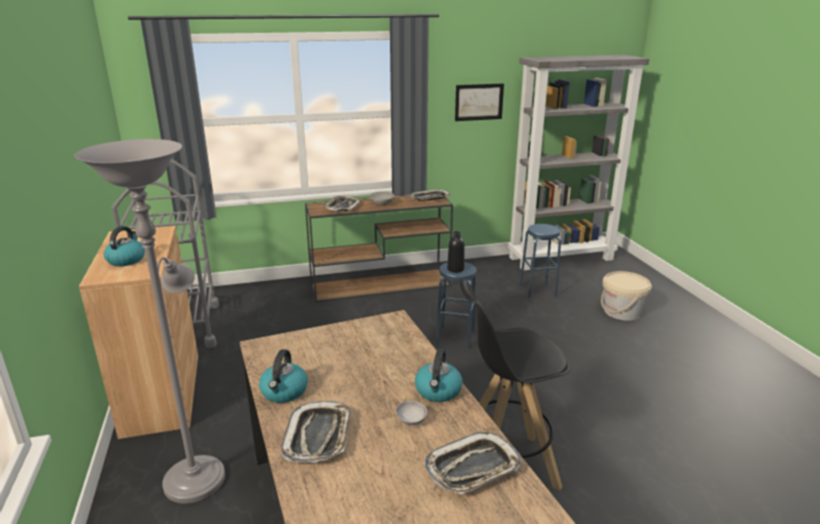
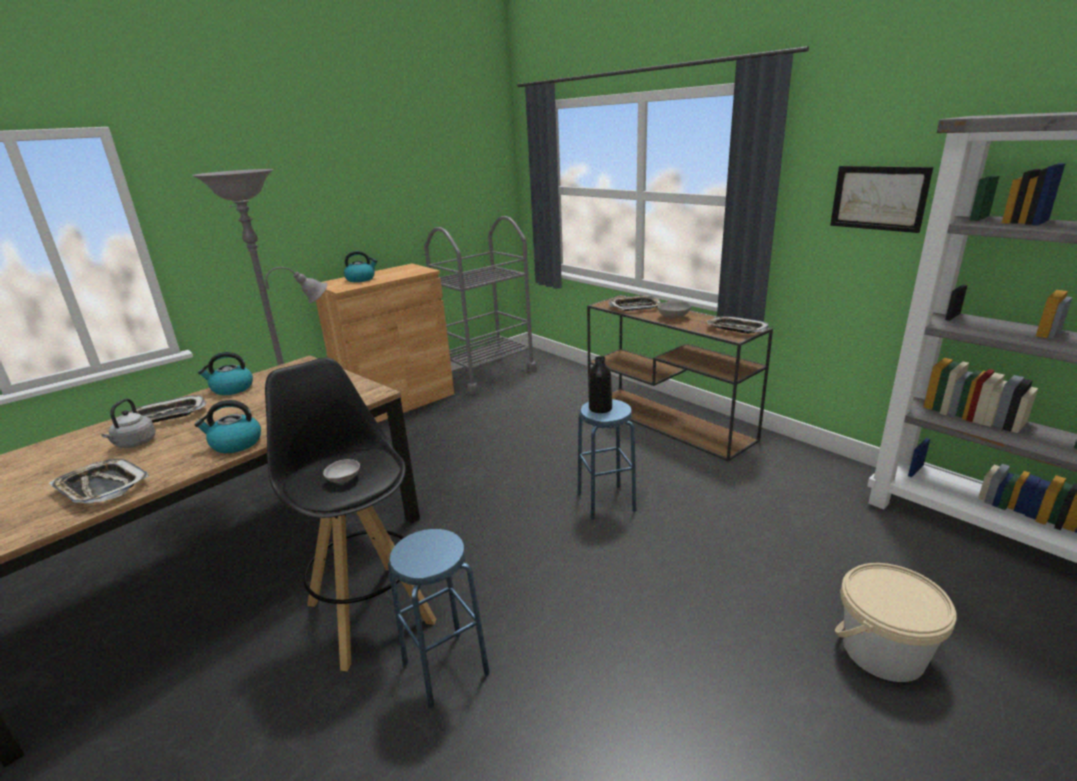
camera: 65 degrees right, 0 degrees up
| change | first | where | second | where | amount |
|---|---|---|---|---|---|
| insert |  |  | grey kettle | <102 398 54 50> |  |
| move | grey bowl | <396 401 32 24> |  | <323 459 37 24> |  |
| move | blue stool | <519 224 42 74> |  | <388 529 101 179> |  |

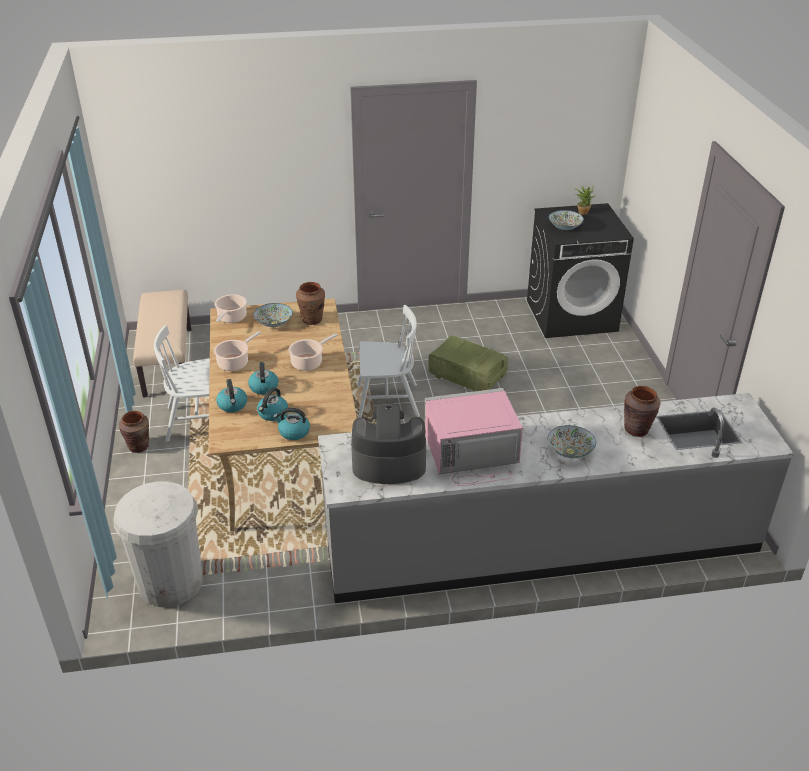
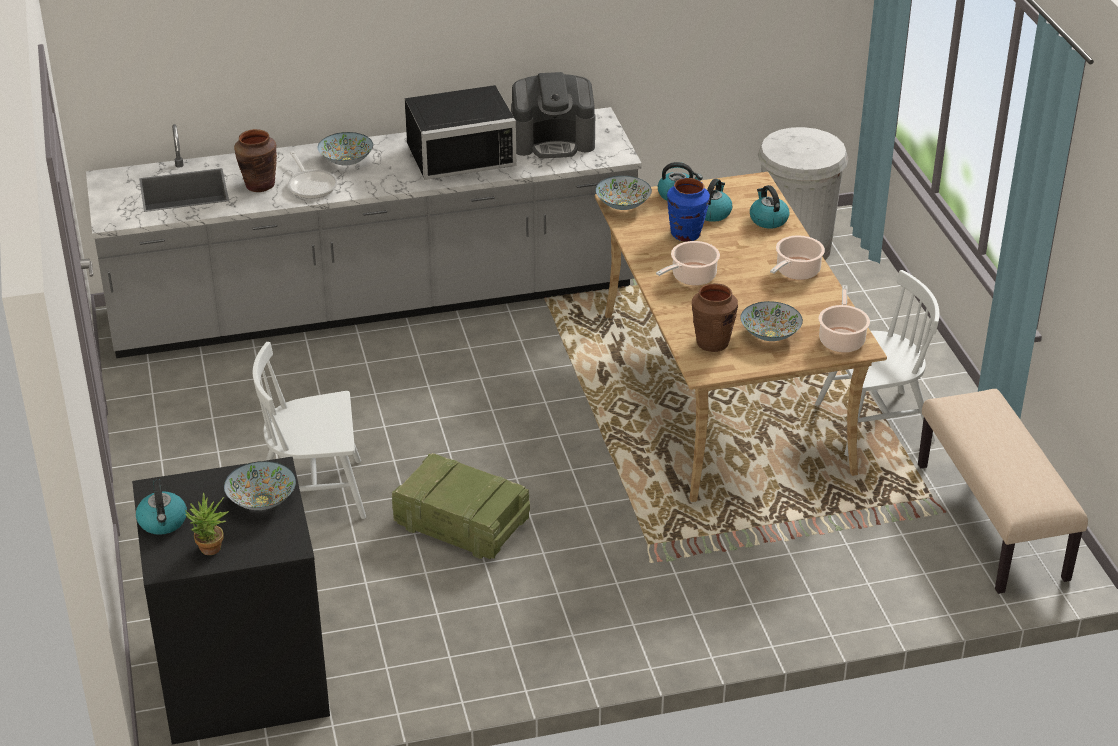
camera: 175 degrees right, 0 degrees up
| change | first | where | second | where | amount |
|---|---|---|---|---|---|
| delete | brown vase | <119 411 30 42> |  |  |  |
| insert |  |  | frying pan | <288 151 49 48> |  |
| insert |  |  | bowl | <595 176 57 34> |  |
| insert |  |  | blue vase | <667 178 43 64> |  |
| move | kettle | <248 362 30 33> |  | <136 480 51 55> |  |
| move | white chair | <357 305 63 113> |  | <253 342 113 177> |  |
| recolor | pink microwave | <424 388 99 98> | black microwave | <405 85 111 95> |  |

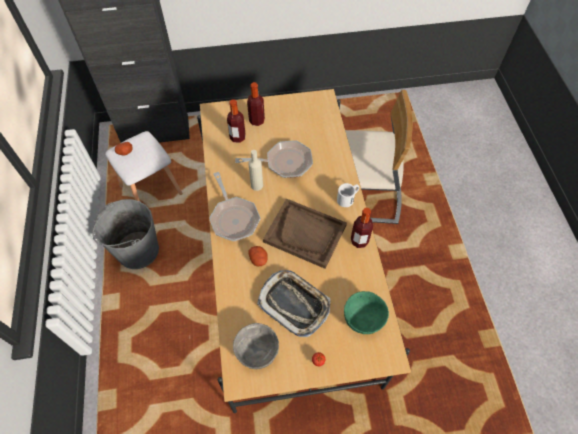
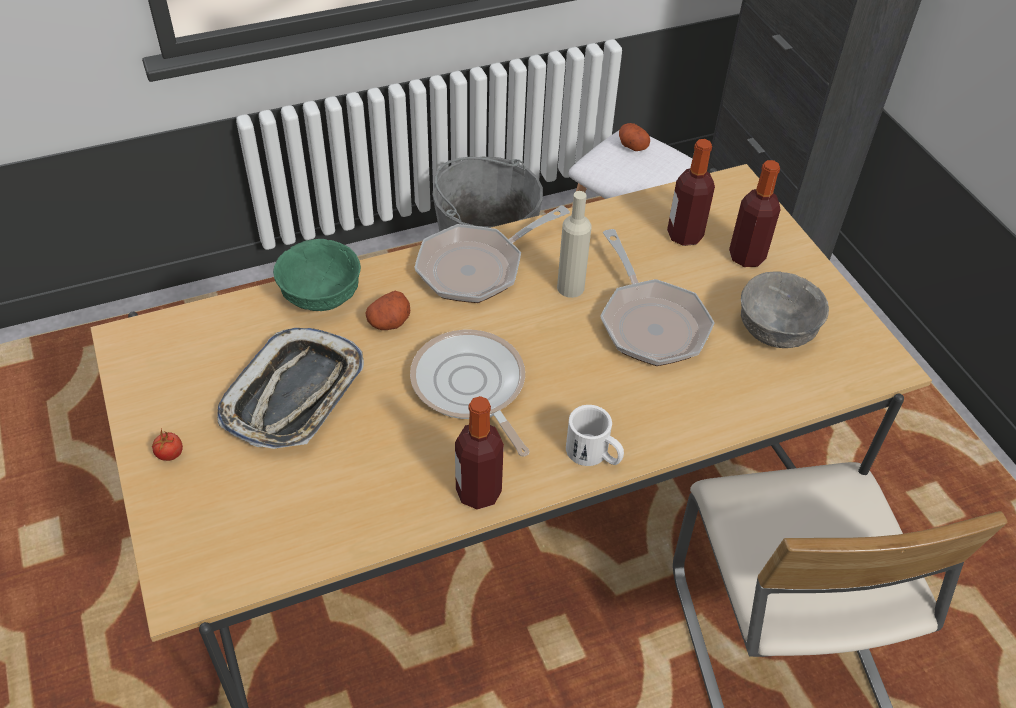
camera: 75 degrees right, 10 degrees down
| change | first | where | second | where | amount |
|---|---|---|---|---|---|
| move | grey bowl | <233 323 46 46> |  | <741 272 88 76> |  |
| move | green bowl | <344 291 45 43> |  | <273 239 88 72> |  |
| replace | brown tray | <263 198 84 71> | frying pan | <410 330 120 127> |  |

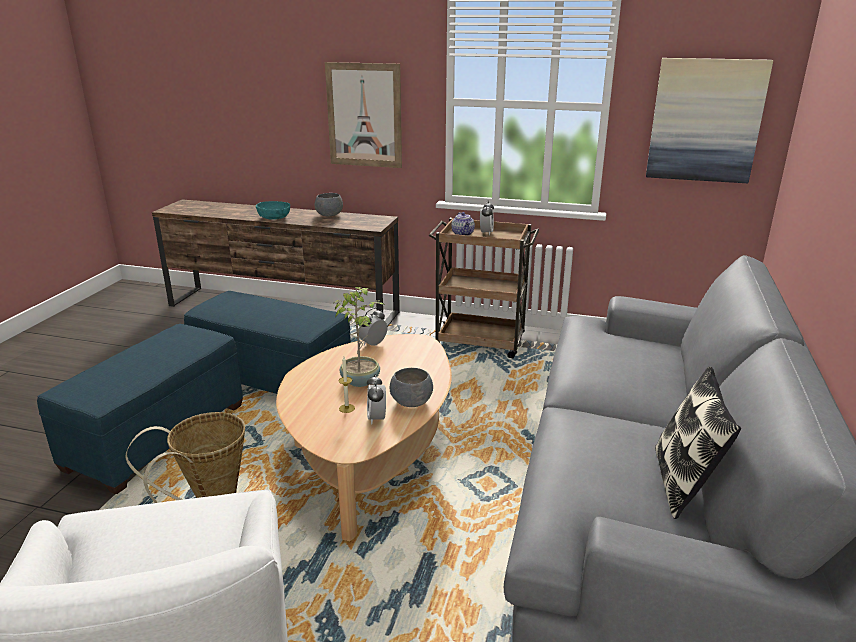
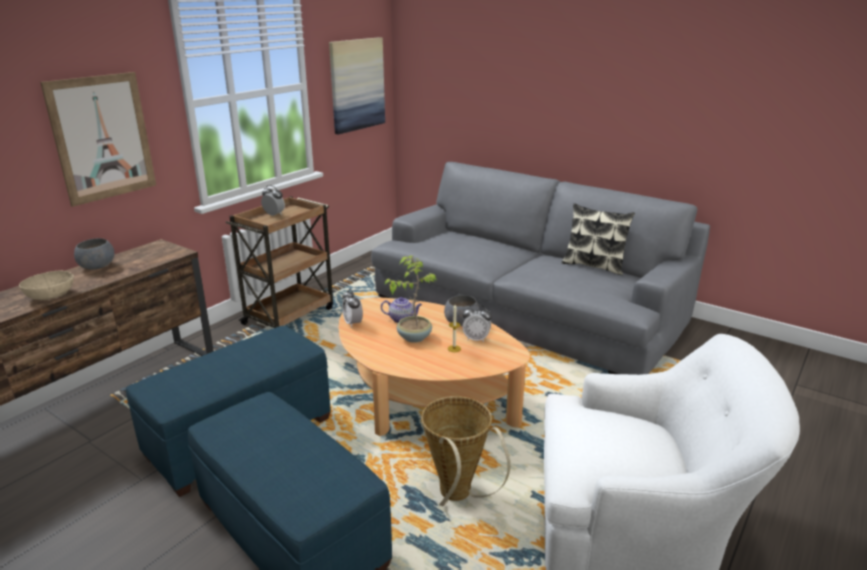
camera: 70 degrees left, 0 degrees up
| change | first | where | second | where | amount |
|---|---|---|---|---|---|
| move | teapot | <451 212 24 23> |  | <381 297 41 26> |  |
| recolor | turquoise bowl | <256 201 34 19> | beige bowl | <19 271 55 29> |  |

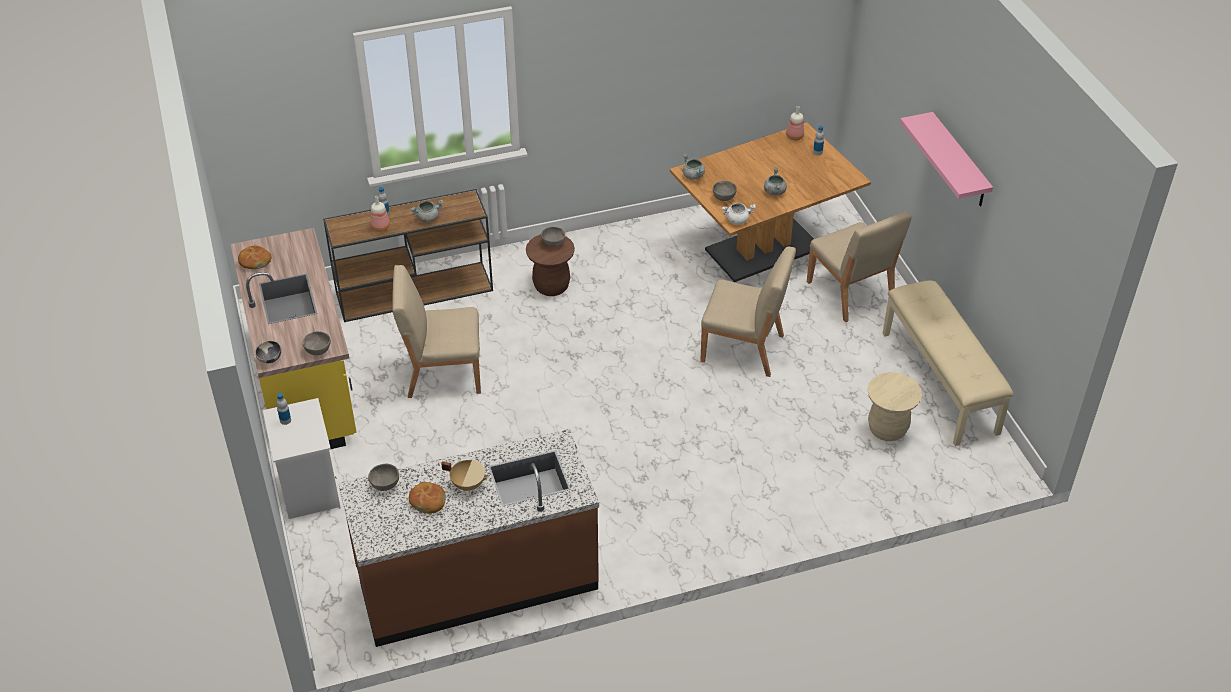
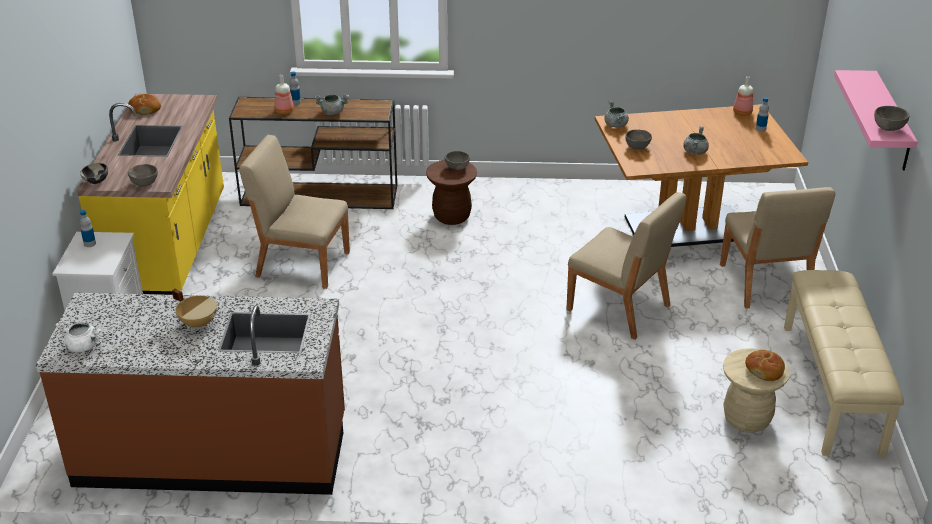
camera: 20 degrees right, 10 degrees down
| change | first | where | second | where | amount |
|---|---|---|---|---|---|
| move | grey bowl | <368 464 31 27> |  | <874 106 35 25> |  |
| move | bread | <409 482 37 32> |  | <745 350 40 31> |  |
| move | white cooking pot | <722 203 34 22> |  | <55 322 46 30> |  |

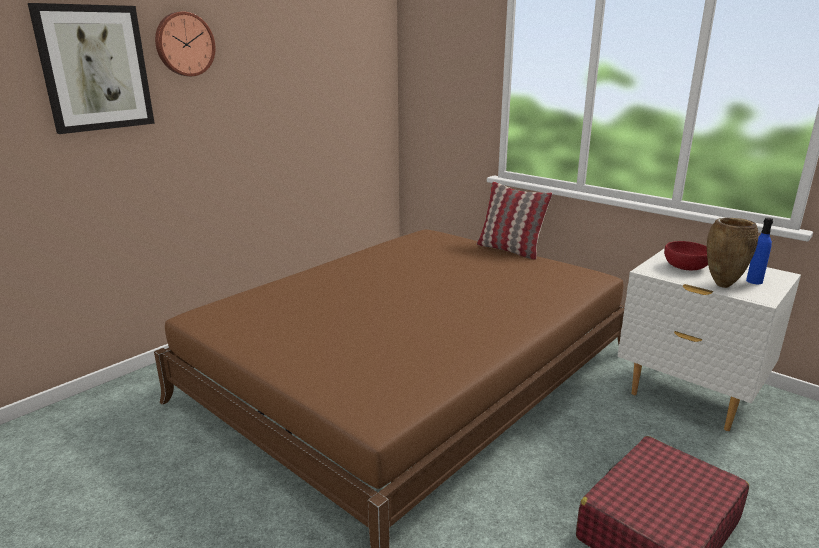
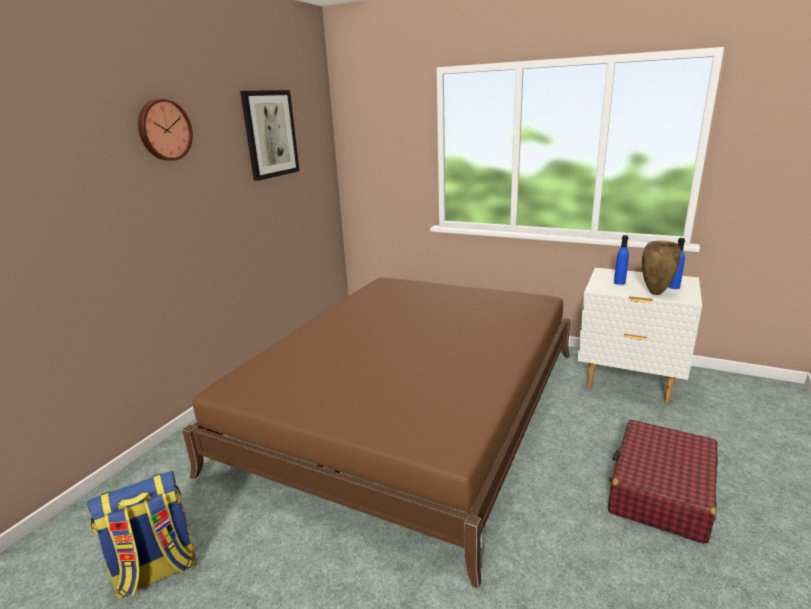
camera: 15 degrees left, 0 degrees up
| change | first | where | second | where | amount |
|---|---|---|---|---|---|
| delete | pillow | <477 182 75 78> |  |  |  |
| insert |  |  | backpack | <87 471 111 128> |  |
| move | picture | <28 3 127 131> |  | <240 90 59 91> |  |
| replace | red bowl | <664 241 44 29> | blue bottle | <614 235 15 50> |  |

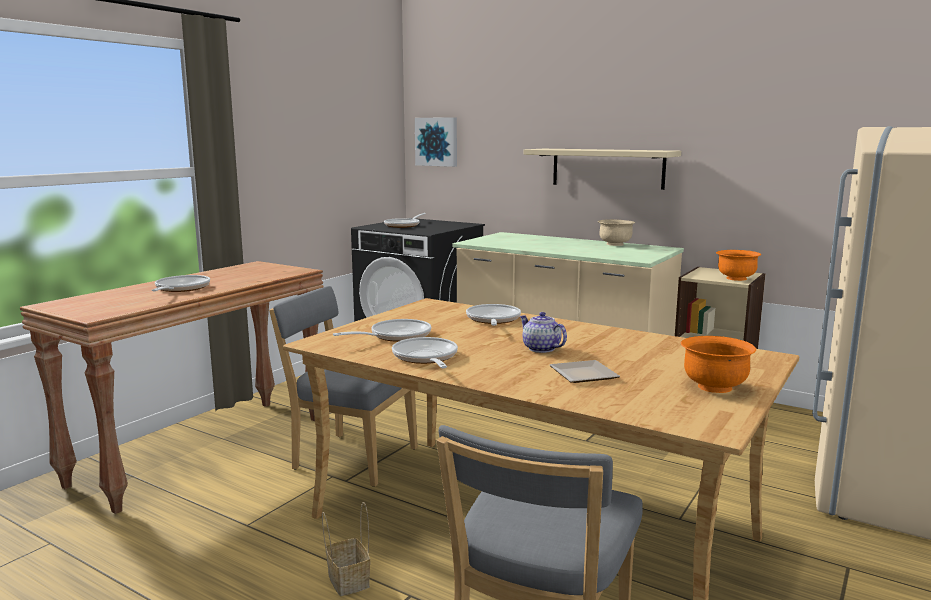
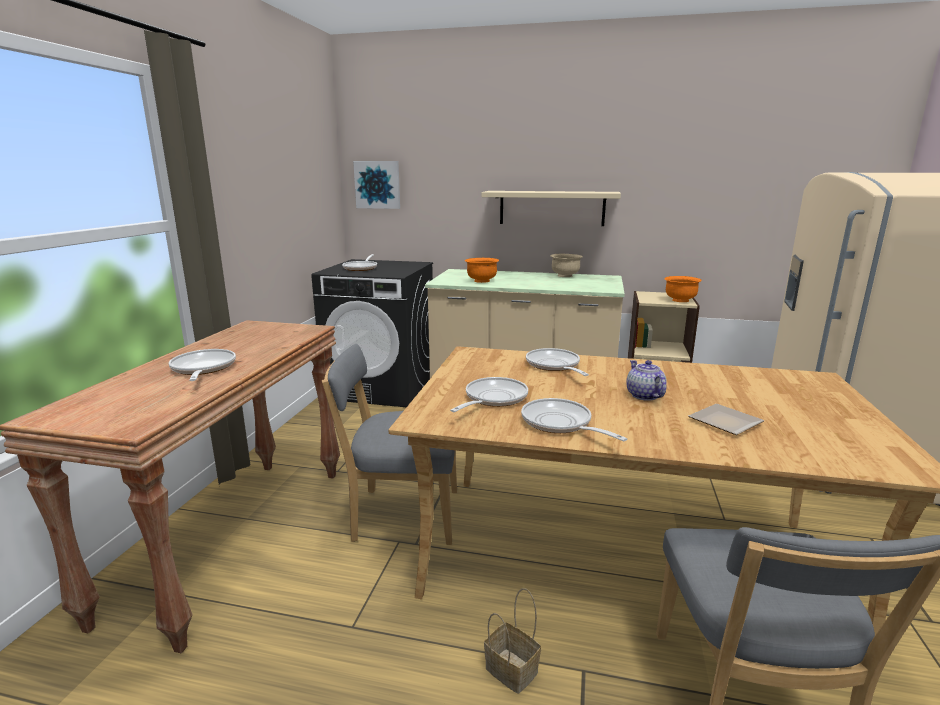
camera: 20 degrees left, 5 degrees up
| change | first | where | second | where | amount |
|---|---|---|---|---|---|
| move | orange bowl | <681 336 75 57> |  | <465 258 34 25> |  |
| rotate | teapot | <519 312 48 41> |  | <626 360 41 40> | 45 degrees clockwise |

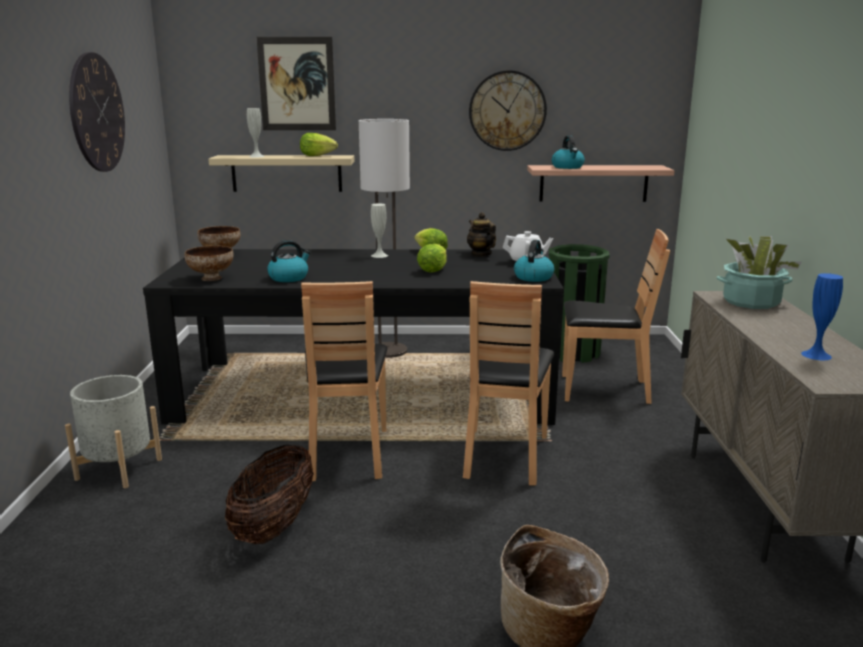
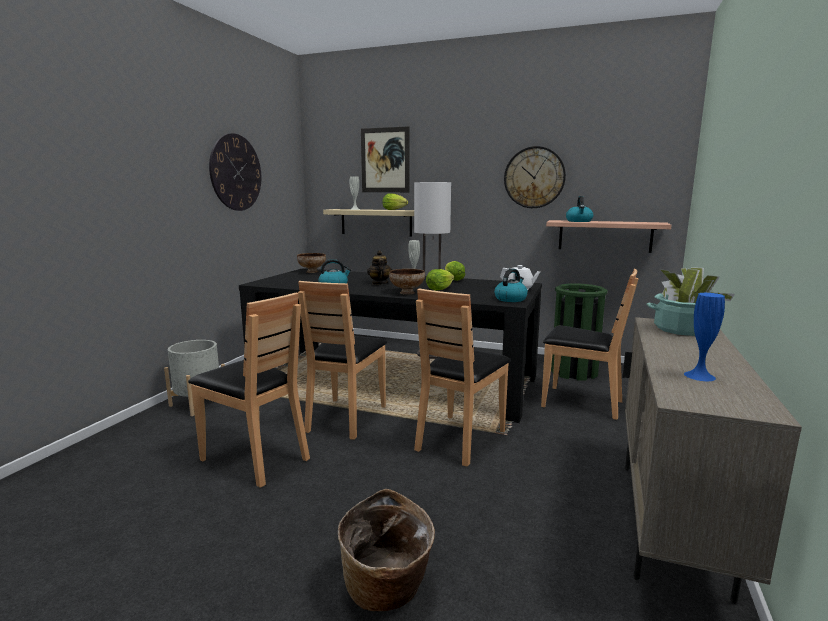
camera: 20 degrees right, 5 degrees down
| change | first | where | second | where | amount |
|---|---|---|---|---|---|
| move | bowl | <185 245 49 36> |  | <389 269 36 26> |  |
| move | teapot | <467 212 29 45> |  | <367 250 25 35> |  |
| replace | basket | <225 444 89 100> | brown chair | <188 292 122 196> |  |

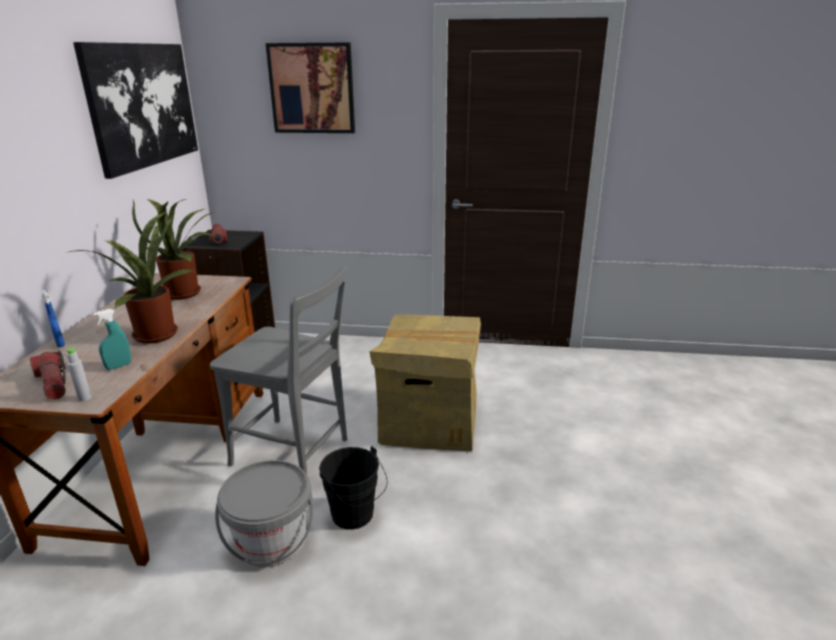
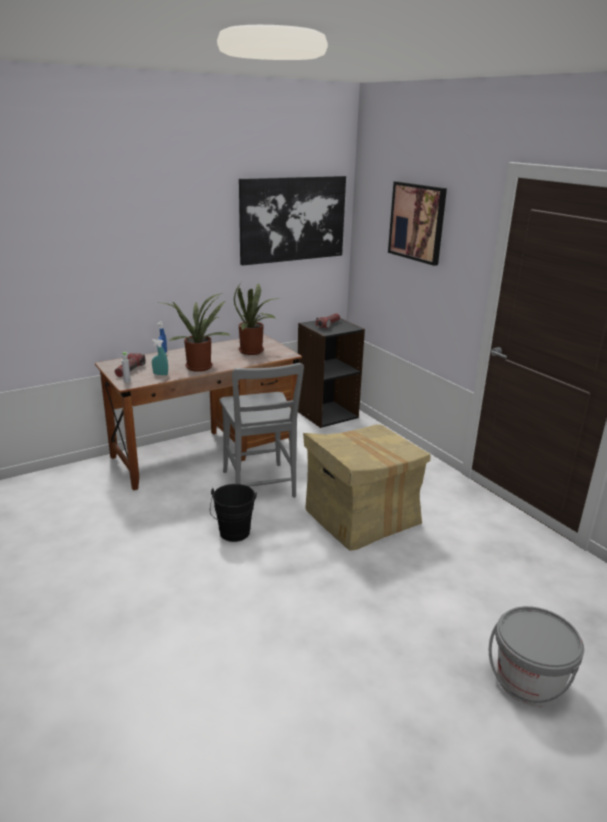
camera: 50 degrees right, 0 degrees up
| change | first | where | second | where | amount |
|---|---|---|---|---|---|
| move | grey bucket | <215 460 98 107> |  | <489 606 95 101> |  |

